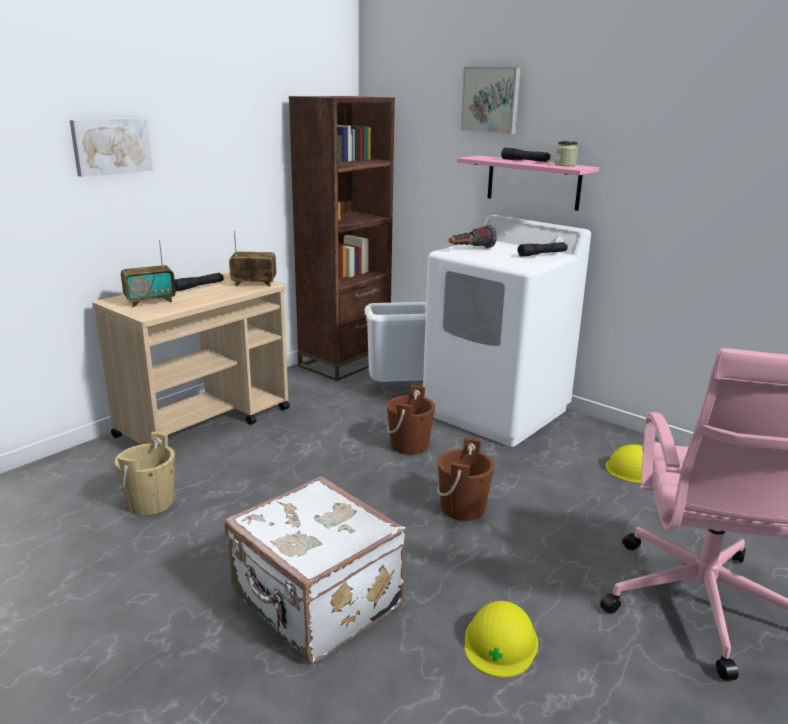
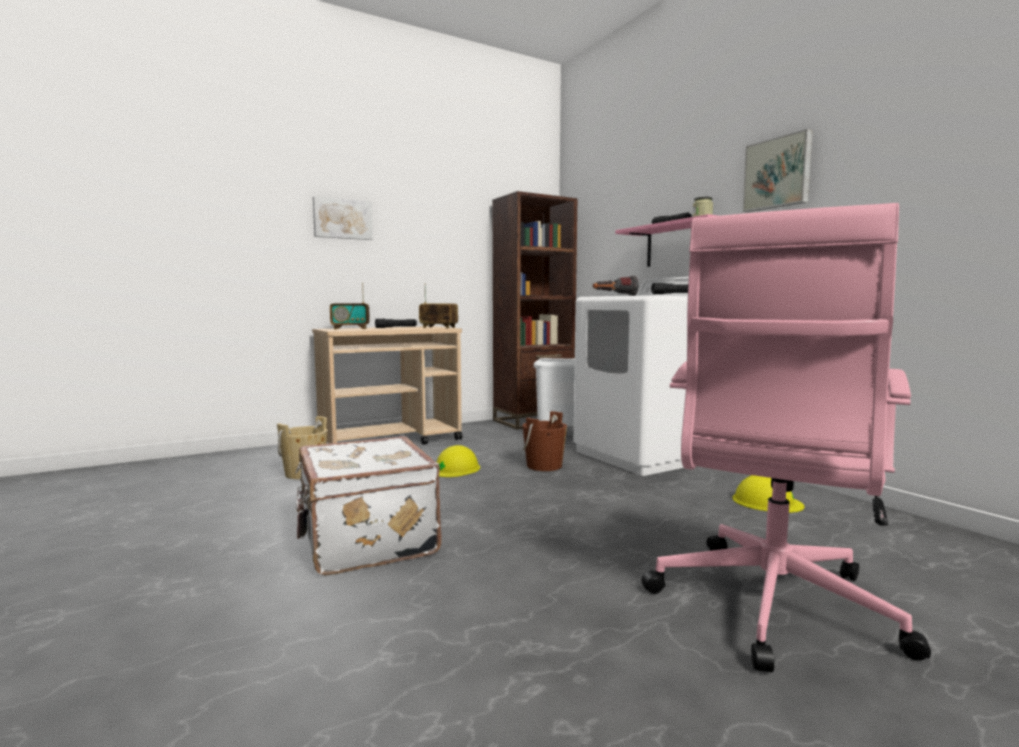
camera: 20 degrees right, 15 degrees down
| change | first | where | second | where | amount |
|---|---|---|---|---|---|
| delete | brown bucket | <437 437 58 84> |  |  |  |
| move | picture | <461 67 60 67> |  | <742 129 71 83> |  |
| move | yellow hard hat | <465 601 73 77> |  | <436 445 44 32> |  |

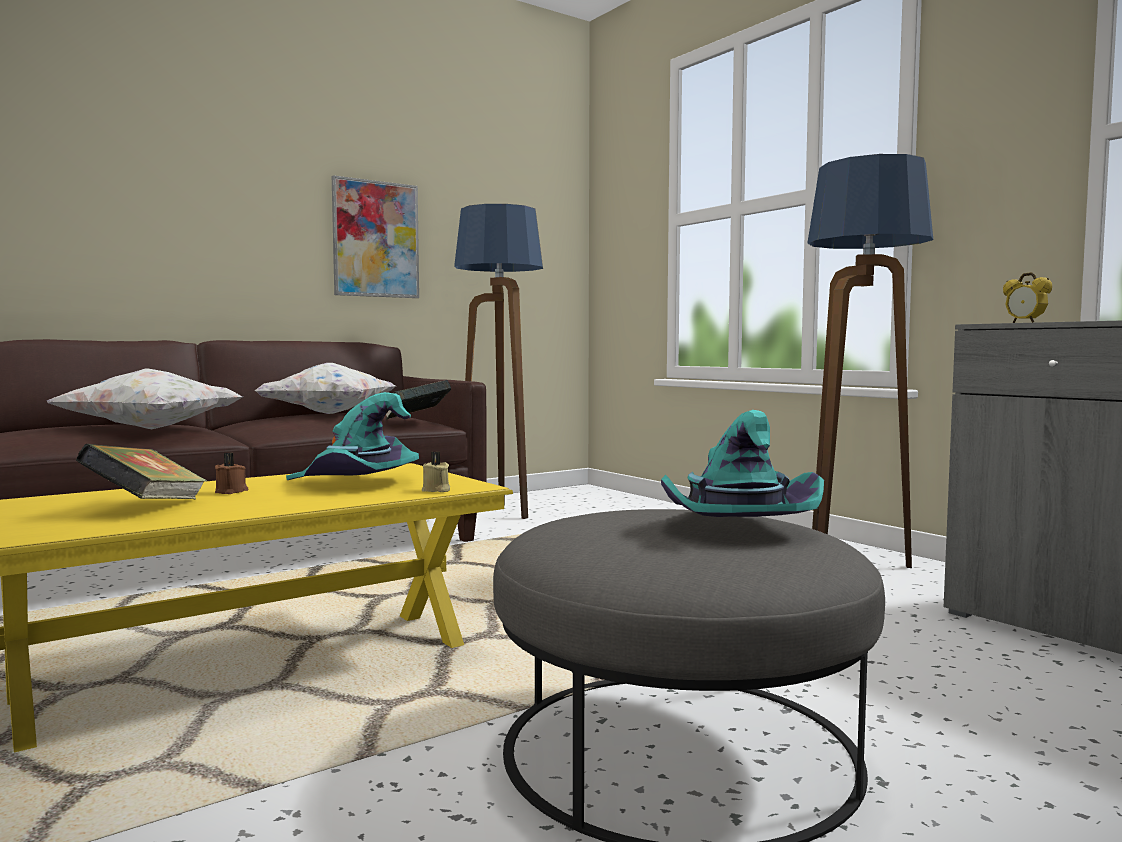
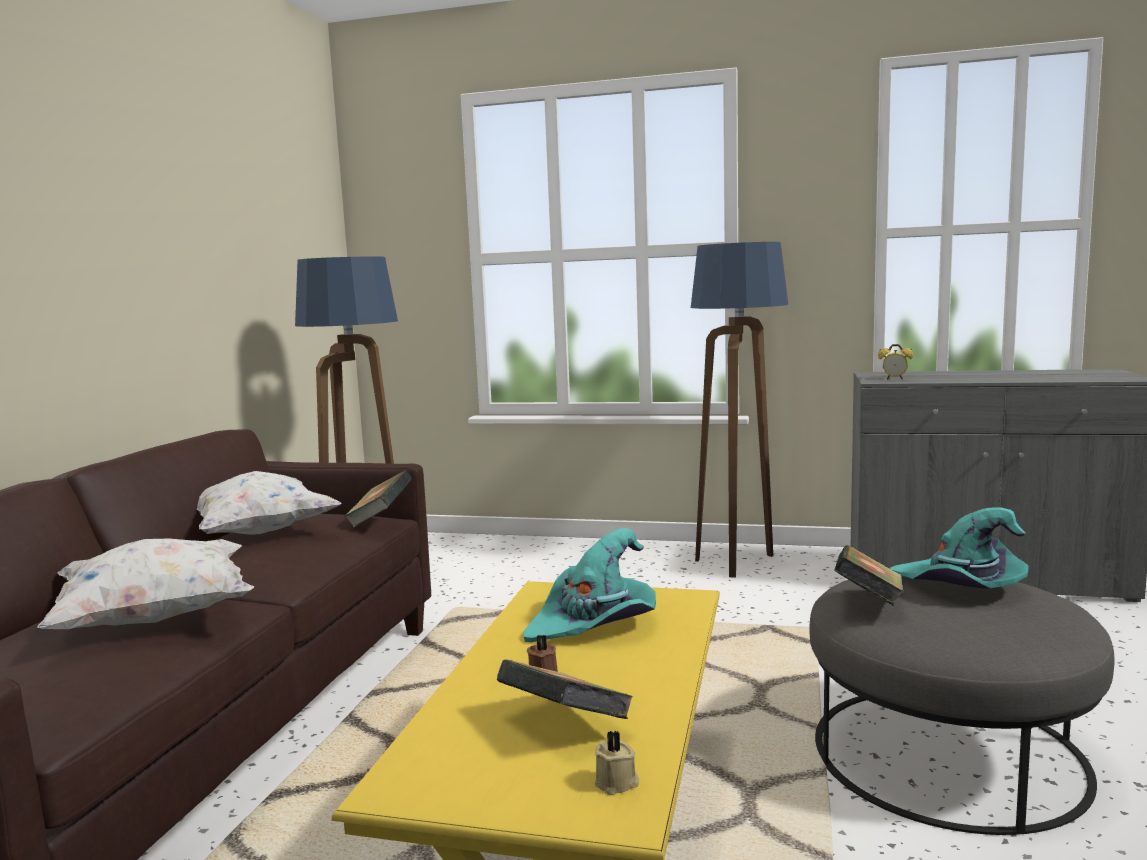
camera: 40 degrees left, 5 degrees up
| change | first | where | second | where | amount |
|---|---|---|---|---|---|
| delete | picture | <332 175 87 123> |  |  |  |
| insert |  |  | book | <834 545 69 61> |  |
| move | beige candle | <422 451 28 41> |  | <595 730 44 65> |  |

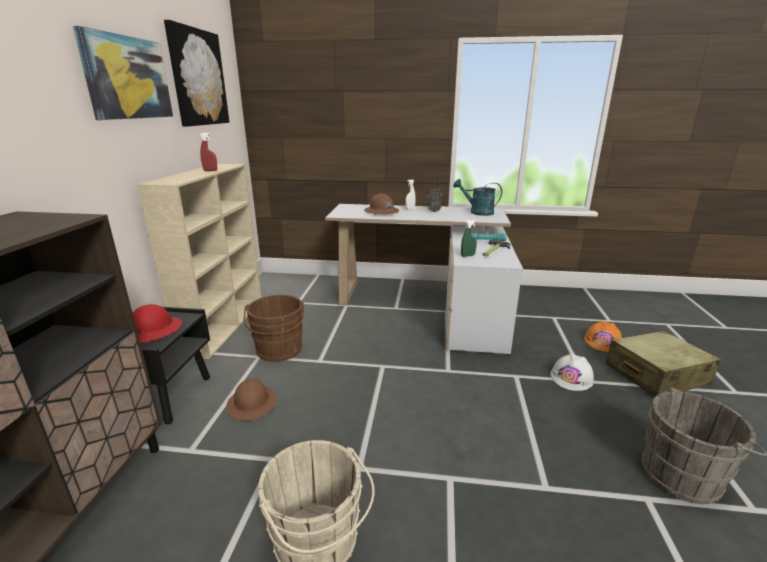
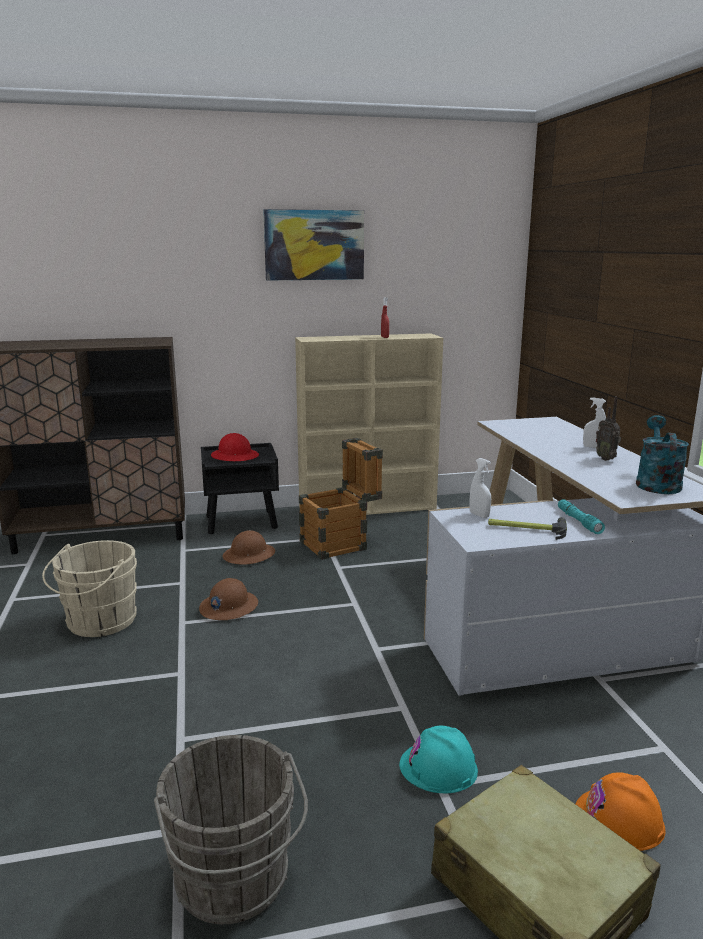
camera: 70 degrees right, 5 degrees down
| change | first | where | second | where | amount |
|---|---|---|---|---|---|
| delete | picture | <164 20 65 107> |  |  |  |
| move | brown hard hat | <364 193 35 22> |  | <199 578 59 42> |  |
| replace | brown bucket | <244 295 60 67> | crate | <299 438 84 122> |  |
| recolor | green spray bottle | <461 219 16 38> | white spray bottle | <470 458 21 60> |  |
| recolor | white hard hat | <550 353 44 38> | turquoise hard hat | <399 726 79 67> |  |

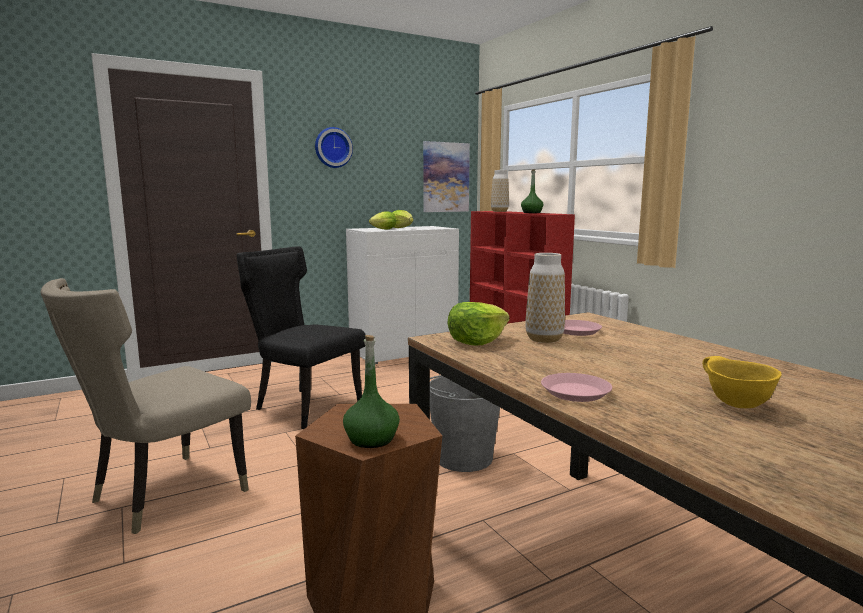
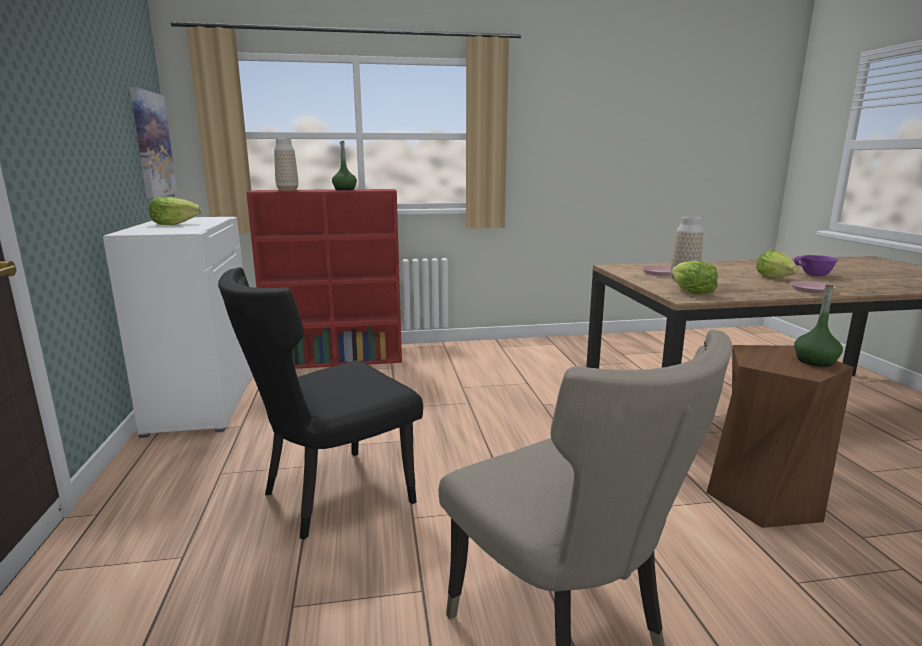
camera: 70 degrees left, 5 degrees up
| change | first | where | second | where | amount |
|---|---|---|---|---|---|
| delete | wall clock | <315 127 38 41> |  |  |  |
| delete | grey bucket | <430 375 70 97> |  |  |  |
| move | lettuce | <369 211 27 19> |  | <756 250 42 28> |  |
| recolor | yellow bowl | <702 356 79 52> | purple bowl | <794 255 44 21> |  |

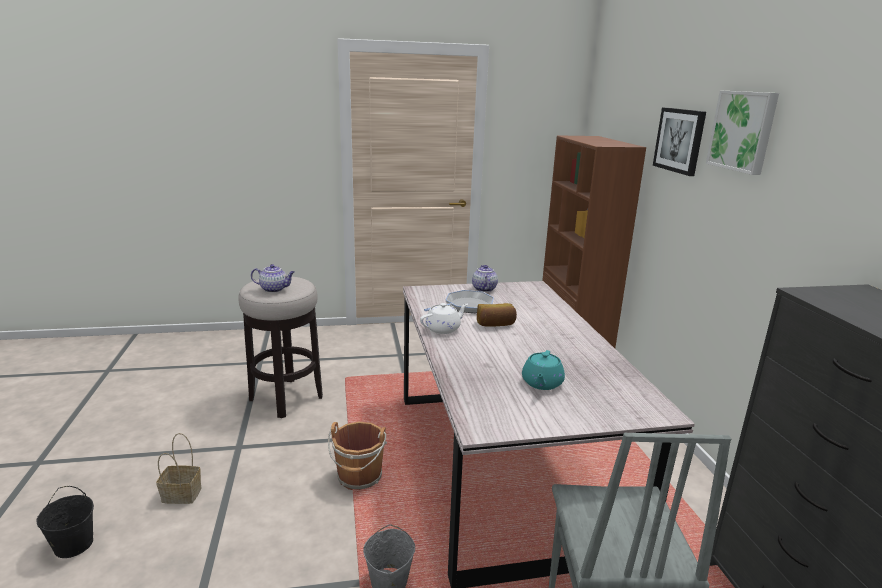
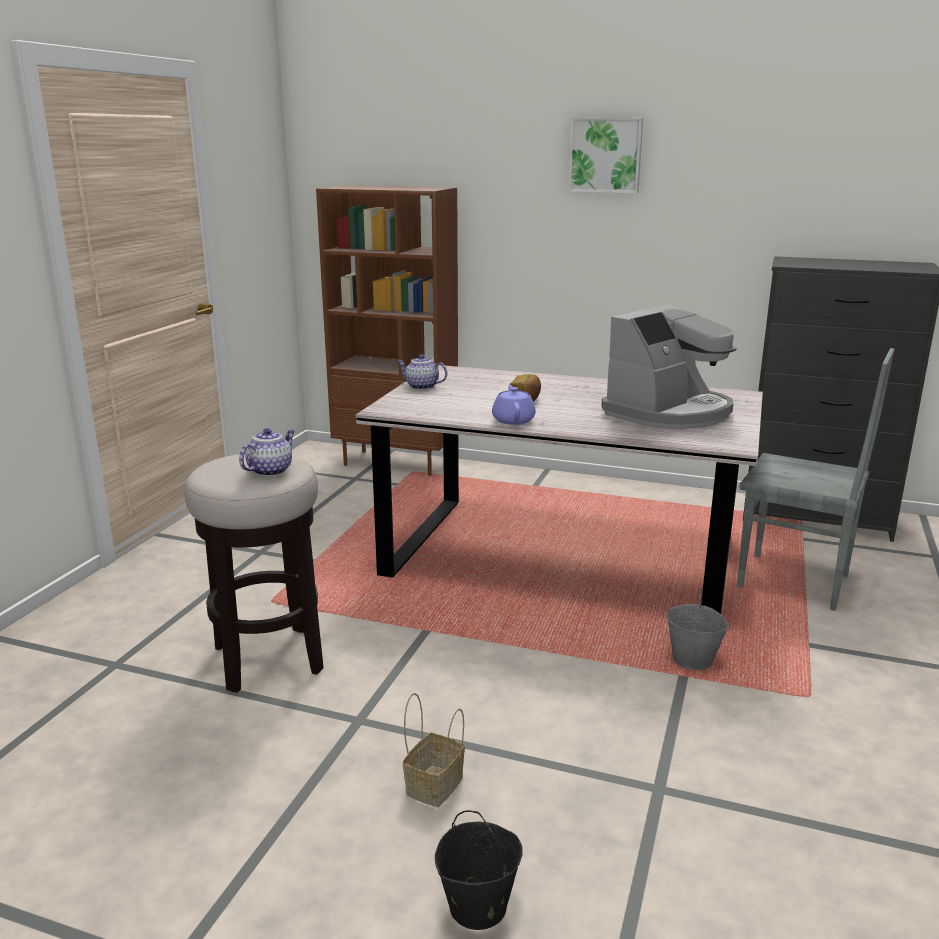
camera: 60 degrees left, 0 degrees up
| change | first | where | second | where | amount |
|---|---|---|---|---|---|
| delete | brown bucket | <328 422 59 68> |  |  |  |
| delete | frying pan | <424 290 70 23> |  |  |  |
| delete | picture | <653 108 53 68> |  |  |  |
| replace | turquoise teapot | <522 350 43 40> | coffee machine | <601 304 136 125> |  |
| recolor | white teapot | <420 303 48 31> | purple teapot | <492 385 44 40> |  |

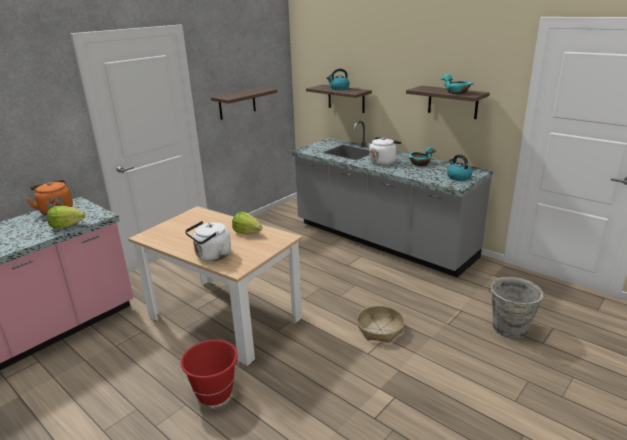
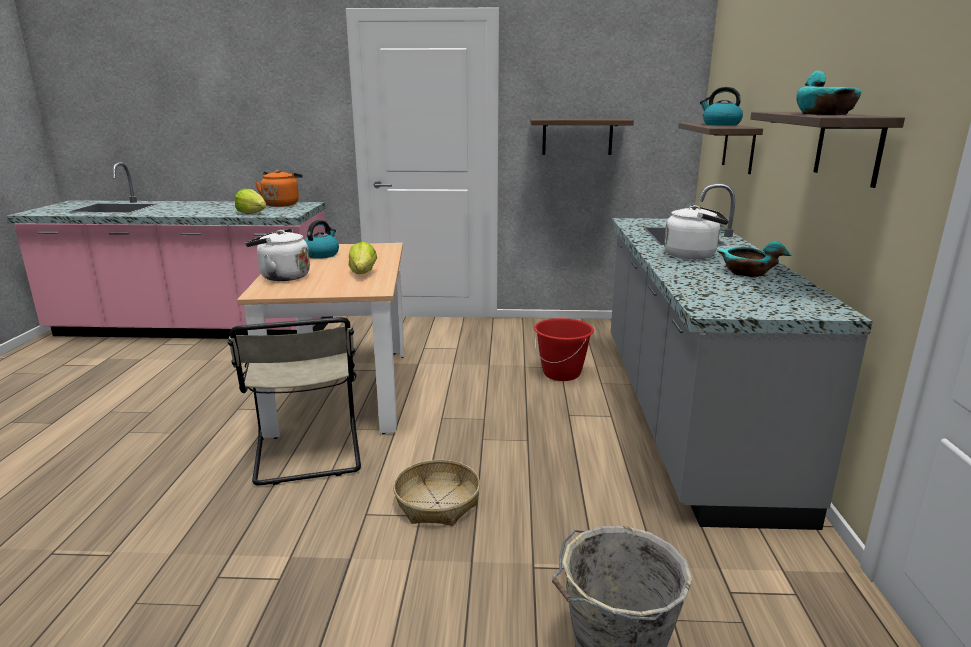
camera: 50 degrees right, 5 degrees down
| change | first | where | second | where | amount |
|---|---|---|---|---|---|
| insert |  |  | beige chair | <228 317 133 169> |  |
| move | red bucket | <180 340 59 66> |  | <534 318 60 63> |  |
| move | kettle | <447 154 25 27> |  | <304 220 35 39> |  |

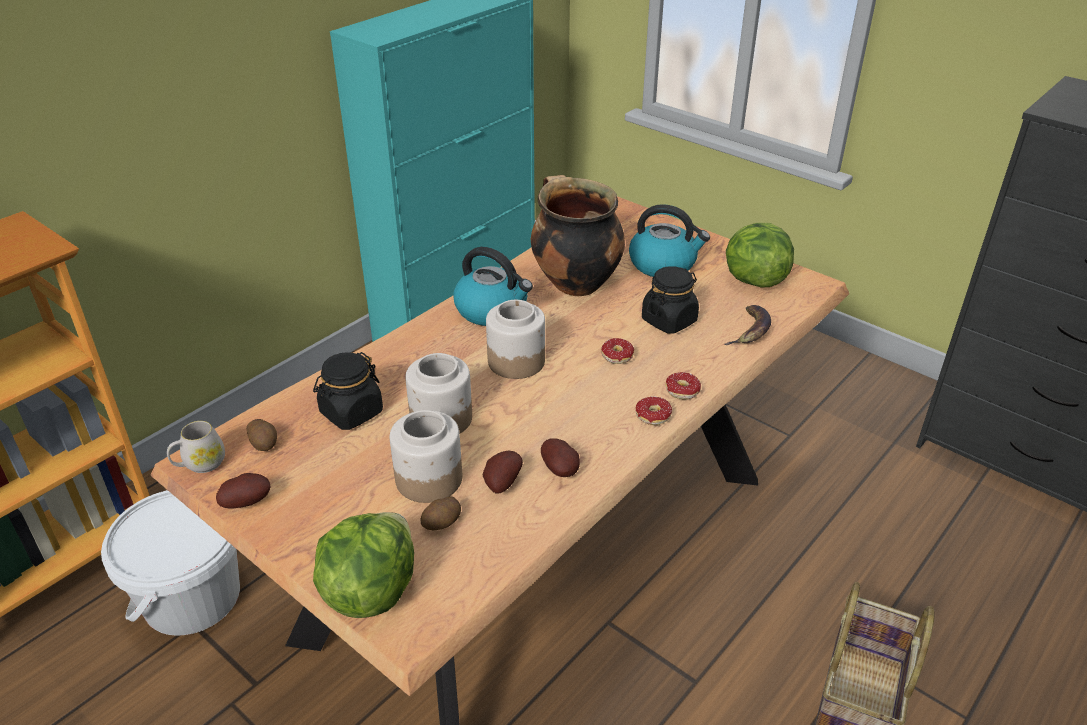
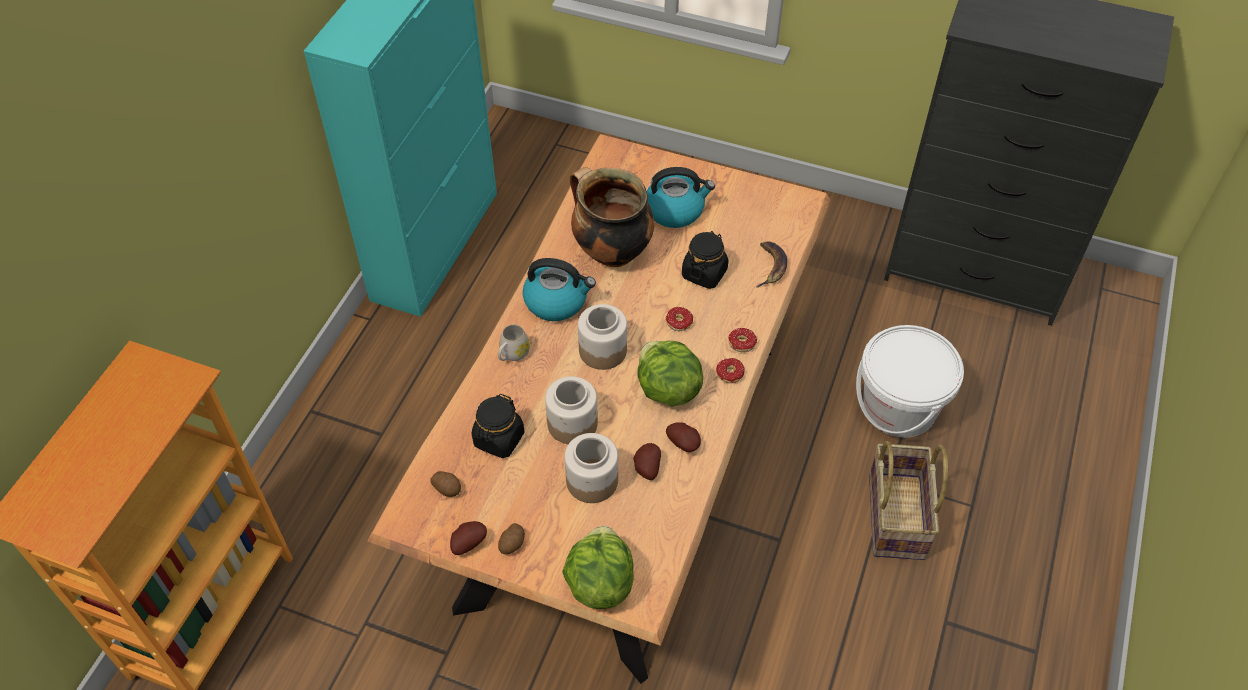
camera: 20 degrees left, 15 degrees up
| change | first | where | second | where | amount |
|---|---|---|---|---|---|
| move | white bucket | <101 490 139 146> |  | <856 325 108 113> |  |
| move | white mug | <167 421 58 52> |  | <498 324 32 37> |  |
| move | potato | <420 496 41 34> |  | <498 523 27 31> |  |
| move | lettuce | <726 223 68 64> |  | <637 341 66 66> |  |

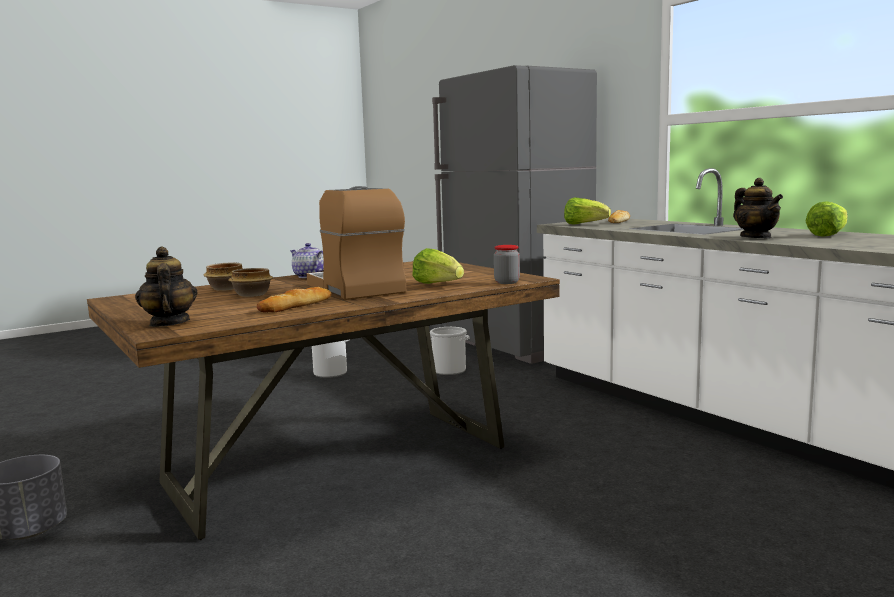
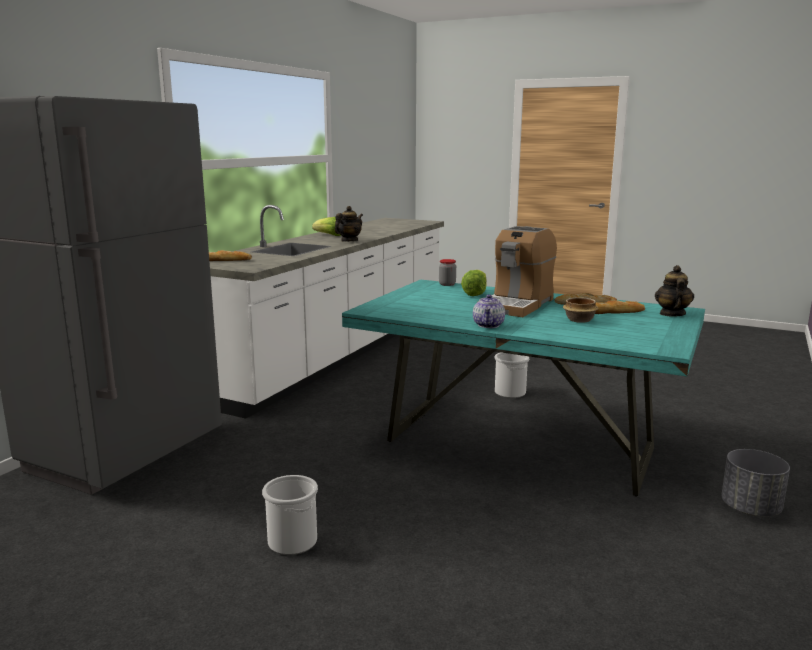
camera: 120 degrees left, 5 degrees up
| change | first | where | second | where | amount |
|---|---|---|---|---|---|
| delete | bowl | <203 262 40 29> |  |  |  |
| delete | lettuce | <564 197 47 28> |  |  |  |
| insert |  |  | bread | <595 301 50 13> |  |
| move | bucket | <430 327 39 48> |  | <494 352 35 46> |  |
| recolor | brown dining table | <87 261 473 279> | turquoise dining table | <342 279 363 218> |  |
| rotate | teapot | <135 247 63 80> |  | <655 265 39 52> | 150 degrees clockwise |

